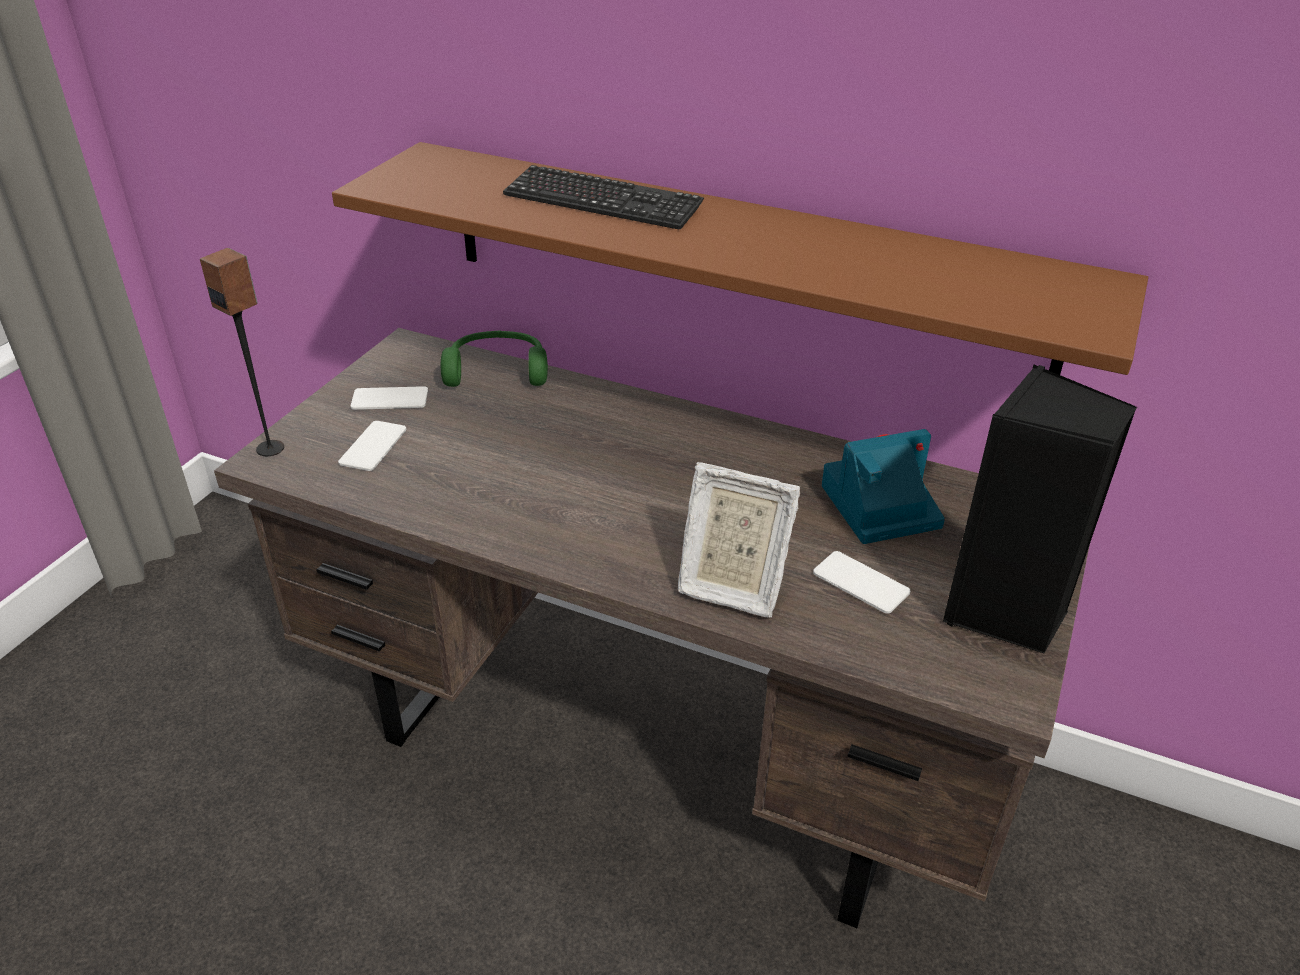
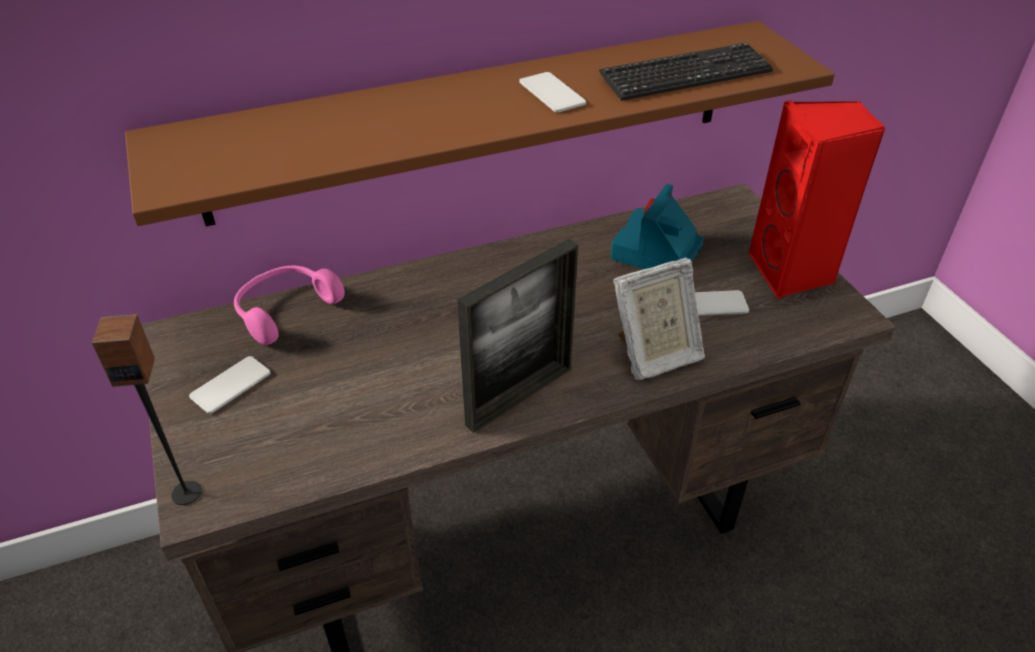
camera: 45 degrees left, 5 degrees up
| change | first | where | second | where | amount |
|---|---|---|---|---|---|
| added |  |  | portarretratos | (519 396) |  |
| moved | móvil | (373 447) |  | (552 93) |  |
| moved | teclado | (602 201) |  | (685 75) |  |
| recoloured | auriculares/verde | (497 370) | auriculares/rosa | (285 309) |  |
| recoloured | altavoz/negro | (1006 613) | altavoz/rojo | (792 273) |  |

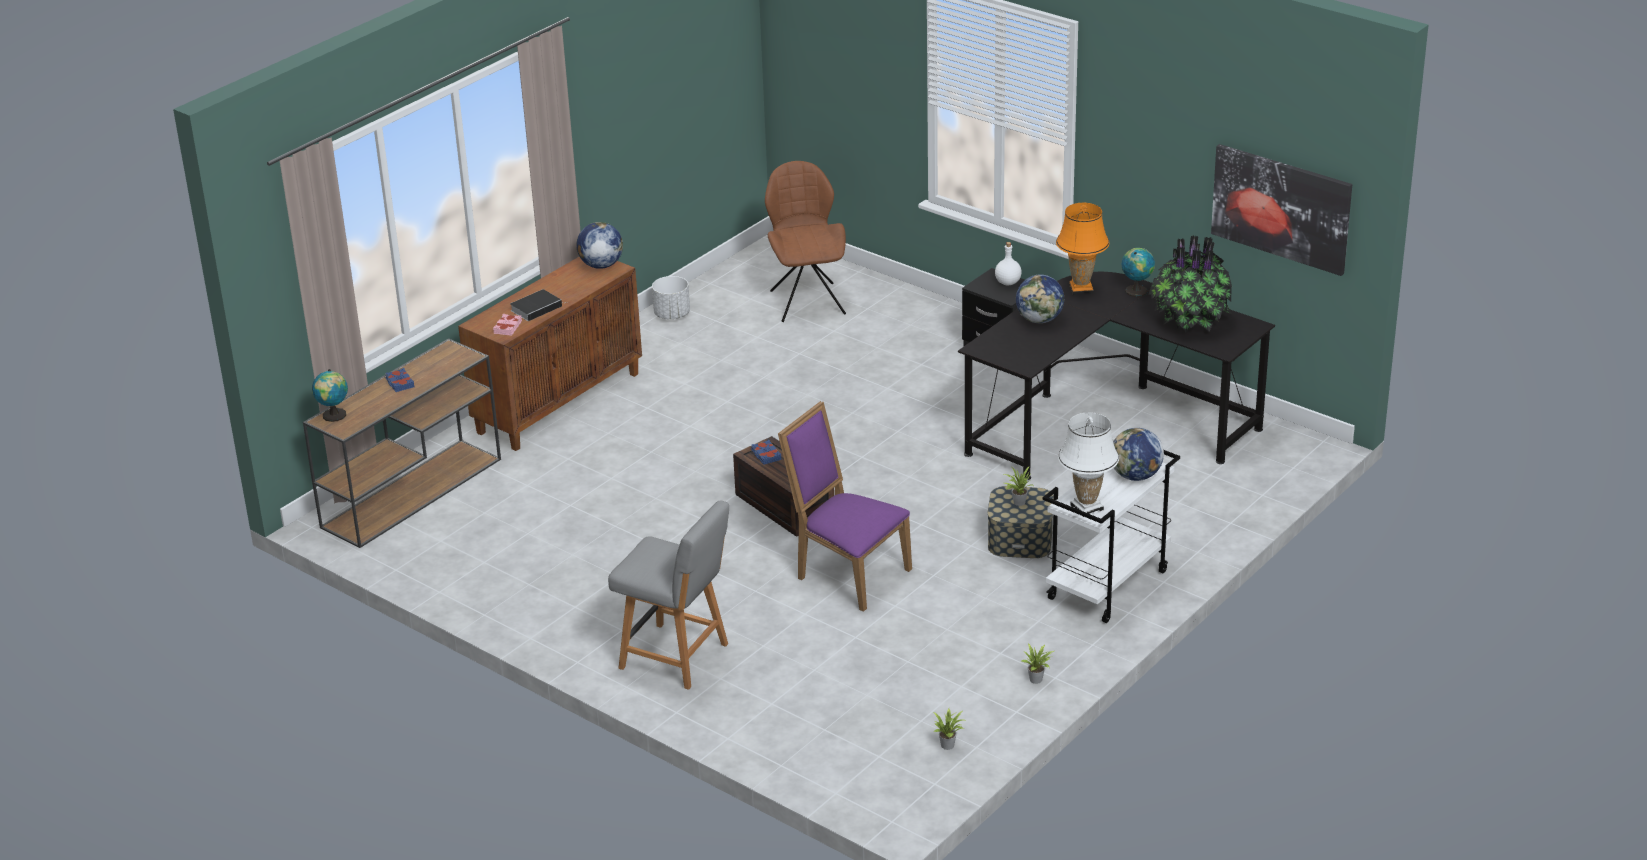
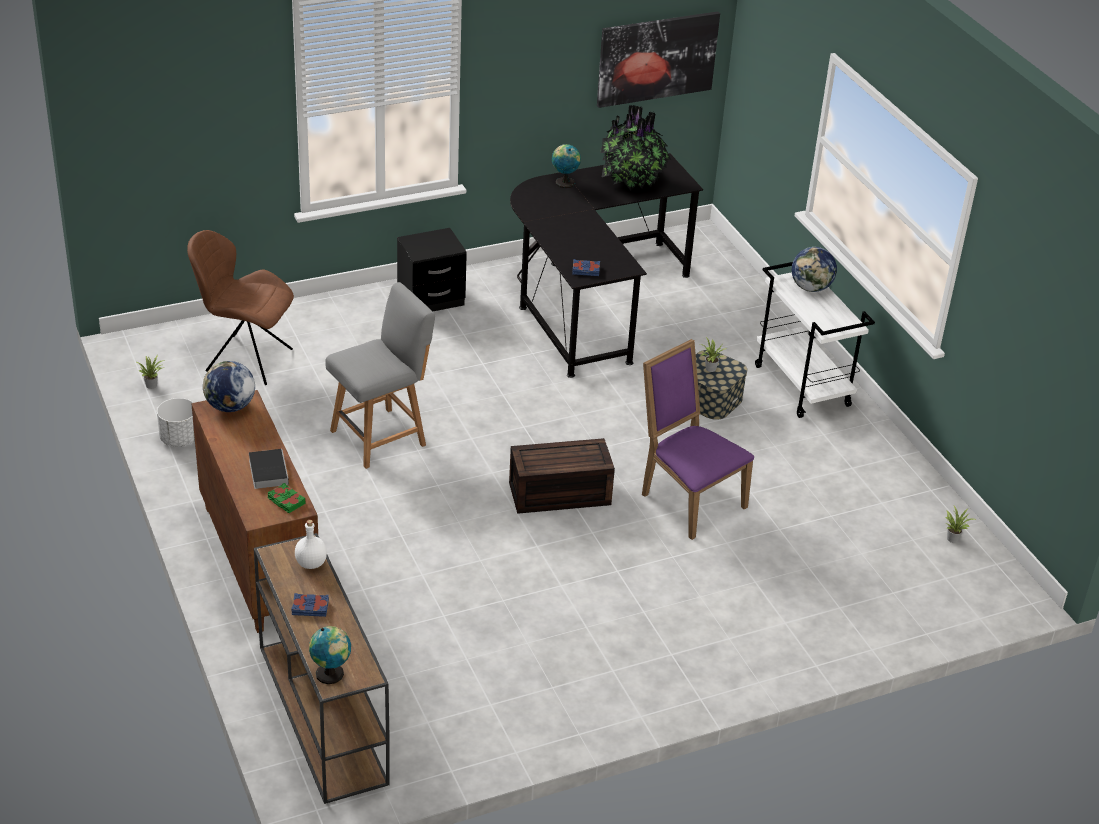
camera: 65 degrees left, 5 degrees up
| change | first | where | second | where | amount |
|---|---|---|---|---|---|
| removed | globo terráqueo | (1040 320) |  |  |  |
| removed | lámpara de mesa/naranja | (1081 289) |  |  |  |
| removed | lámpara de mesa/blanco | (1087 507) |  |  |  |
| moved | silla/gris | (677 657) |  | (381 437) |  |
| moved | libro/azul | (766 455) |  | (586 270) |  |
| moved | botella/blanco | (1008 283) |  | (311 563) |  |
| moved | planta en maceta | (1037 680) |  | (152 385) |  |
| recoloured | libro/rosa | (507 327) | libro/verde | (286 501) |  |
| turned | silla/morado | (847 573) |  | (687 499) | 75 degrees clockwise |

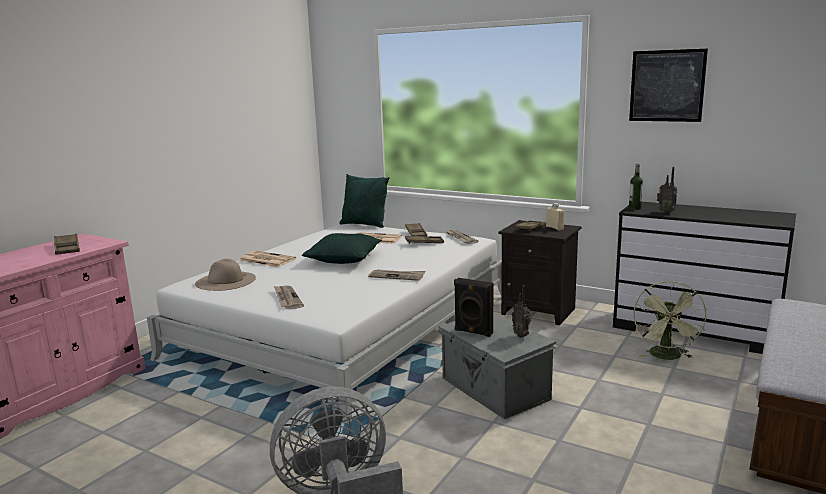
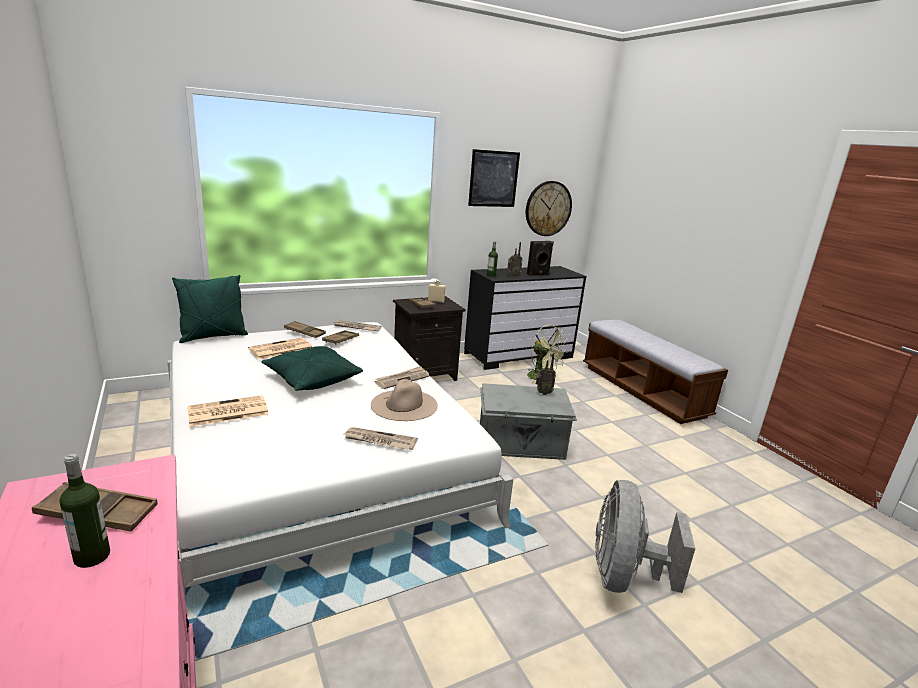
camera: 60 degrees left, 5 degrees up
| change | first | where | second | where | amount |
|---|---|---|---|---|---|
| added |  |  | botella | (92 556) |  |
| added |  |  | reloj de pared | (548 208) |  |
| moved | sombrero/beis | (225 281) |  | (404 405) |  |
| moved | altavoz/negro | (473 332) |  | (538 274) |  |

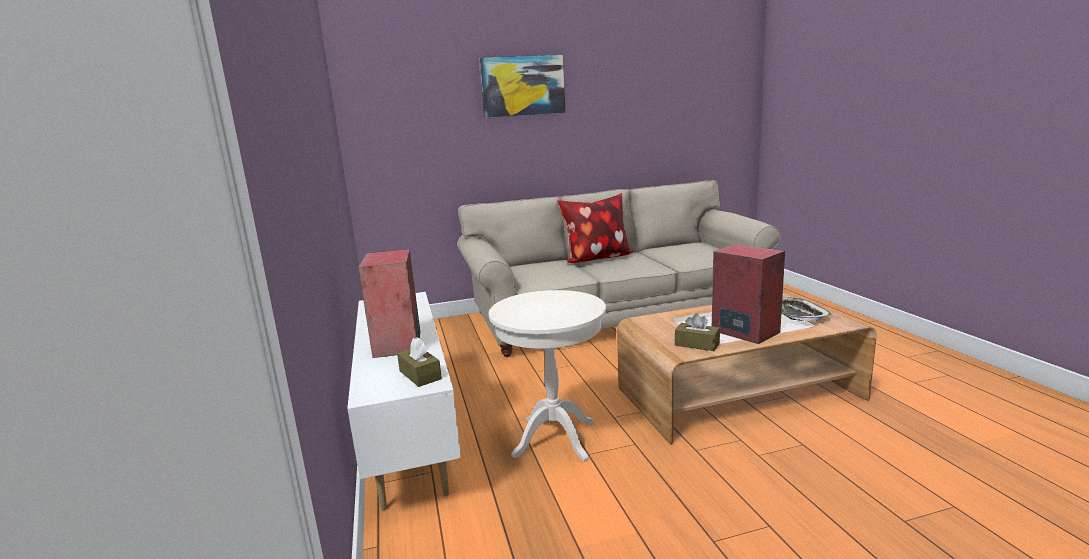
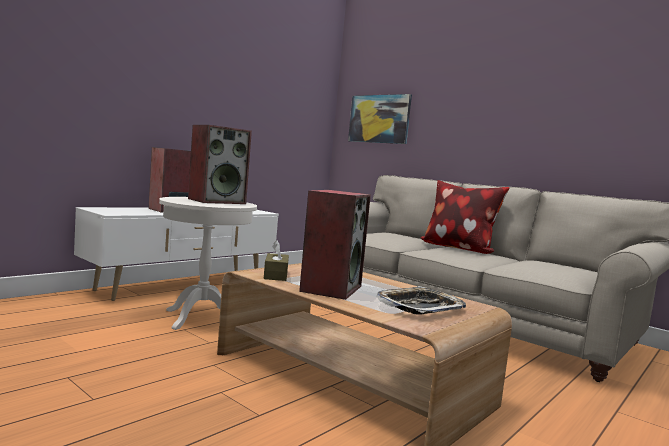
camera: 55 degrees right, 10 degrees down
| change | first | where | second | where | amount |
|---|---|---|---|---|---|
| removed | caja de pañuelos/marrón | (420 375) |  |  |  |
| added |  |  | altavoz | (217 201) |  |
| moved | cuadro | (522 86) |  | (379 119) |  |

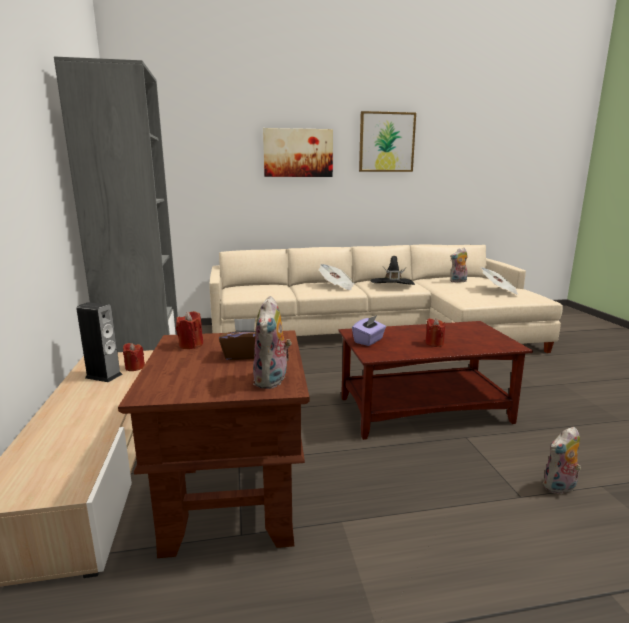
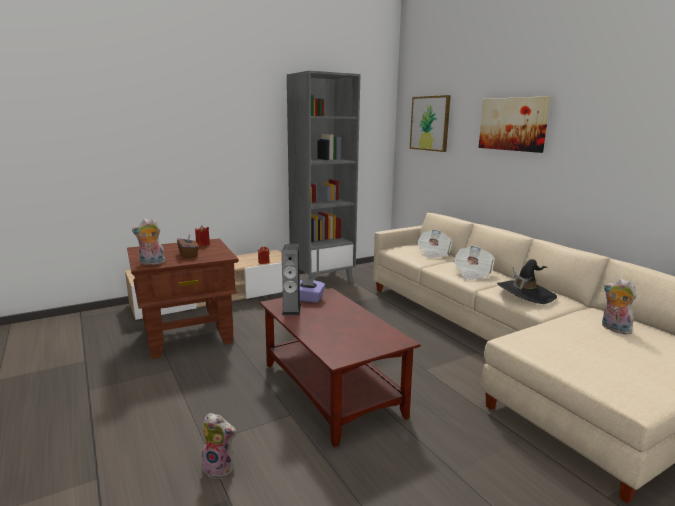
camera: 70 degrees right, 0 degrees up
| change | first | where | second | where | amount |
|---|---|---|---|---|---|
| removed | vela/rojo | (434 343) |  |  |  |
| moved | altavoz | (103 376) |  | (291 309) |  |
| moved | cuadro | (386 142) |  | (430 123) |  |
| moved | periódico | (498 291) |  | (433 253) |  |
| turned | peluche | (560 488) |  | (220 468) | 150 degrees clockwise |

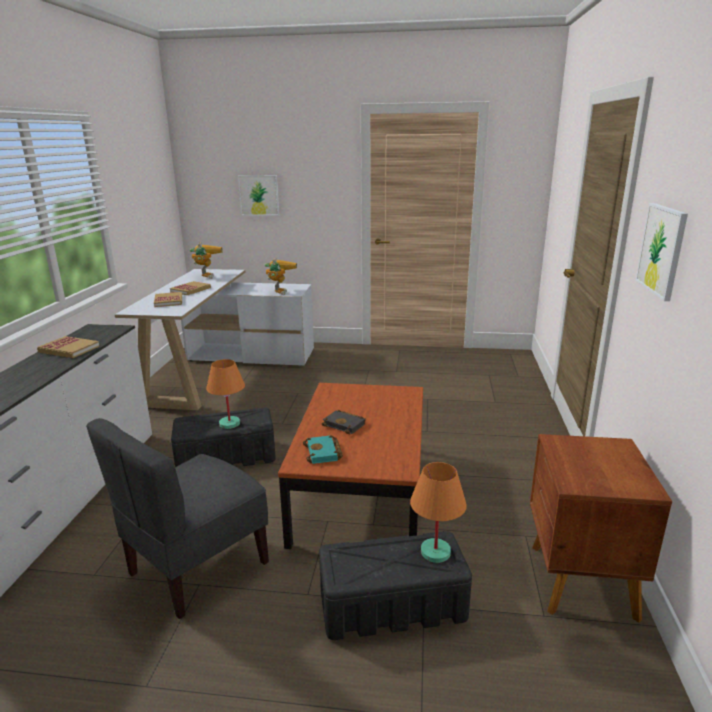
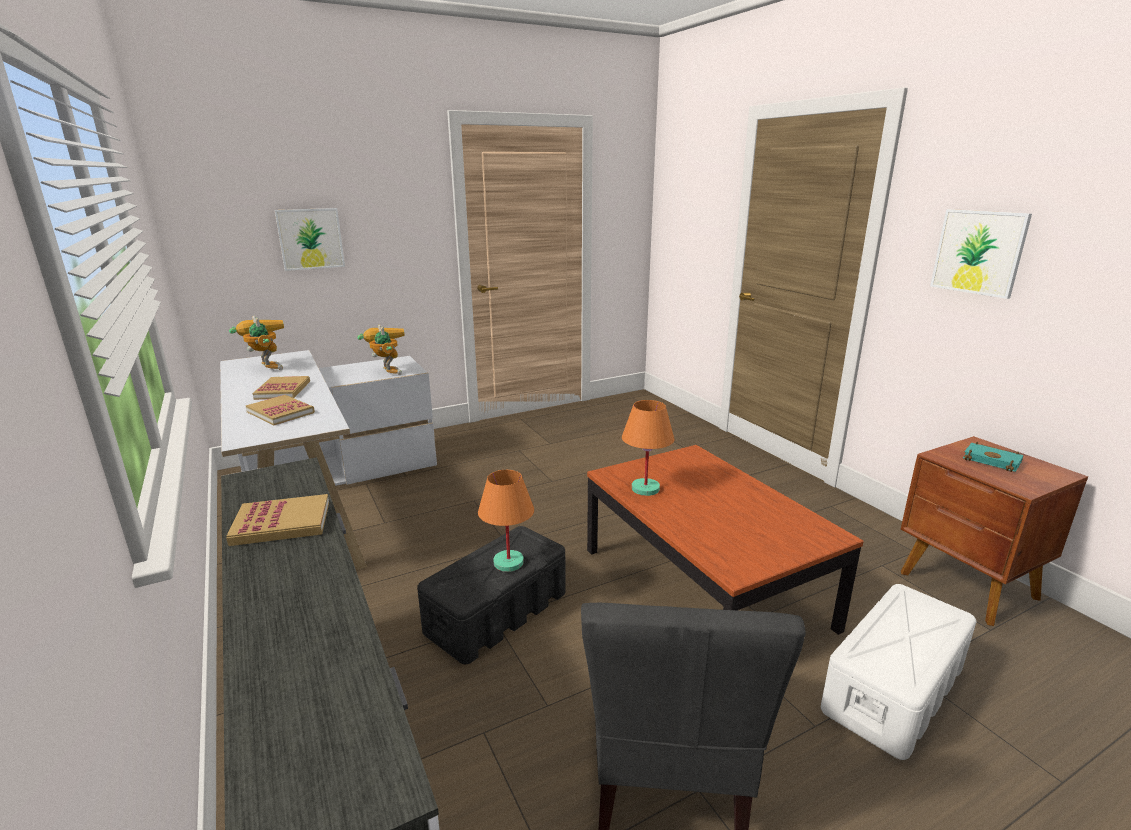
camera: 35 degrees left, 0 degrees up
| change | first | where | second | where | amount |
|---|---|---|---|---|---|
| removed | libro/negro | (345 425) |  |  |  |
| moved | libro/turquesa | (324 453) |  | (993 460) |  |
| moved | lámpara de mesa/naranja | (435 551) |  | (645 488) |  |
| recoloured | caja de almacenaje/negro | (391 605) | caja de almacenaje/blanco | (892 690) |  |

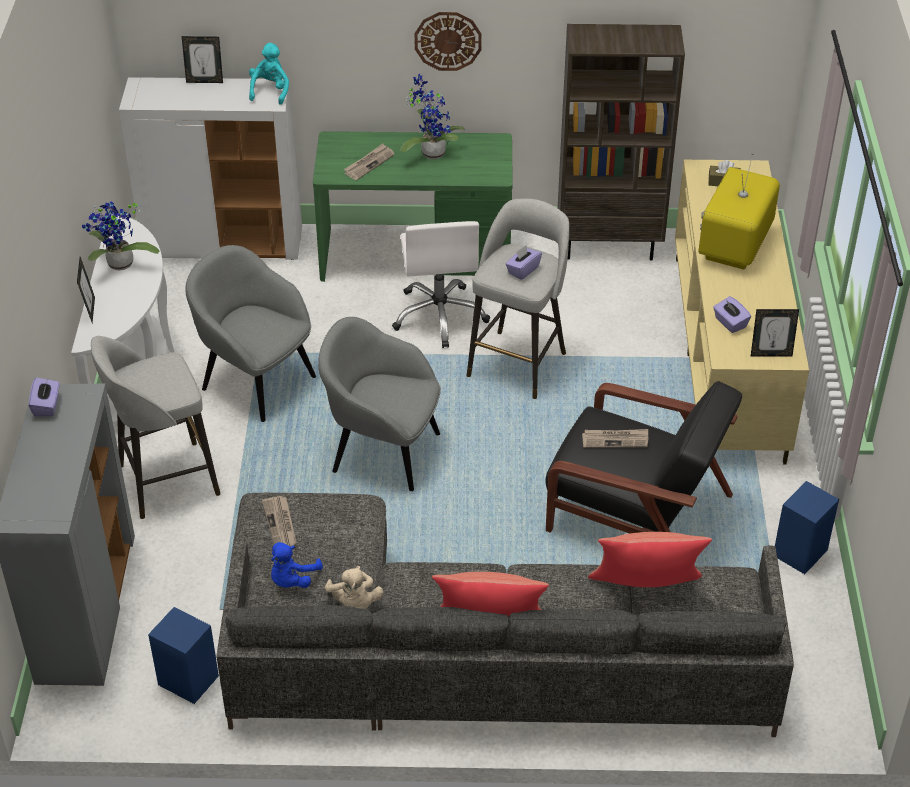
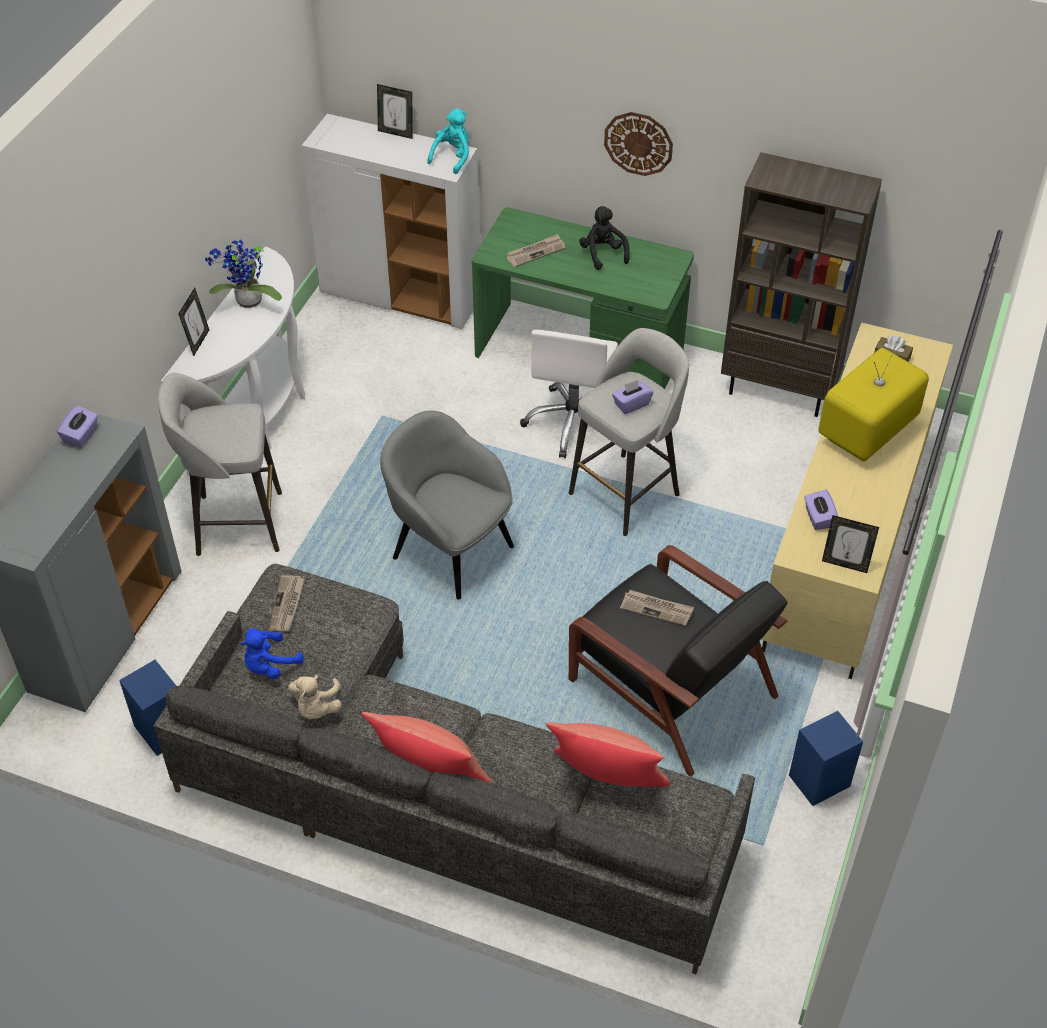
camera: 20 degrees right, 5 degrees up
| change | first | where | second | where | amount |
|---|---|---|---|---|---|
| removed | sillón/gris | (256 381) |  |  |  |
| replaced | planta en maceta | (431 152) | peluche/negro | (603 254) |  |

